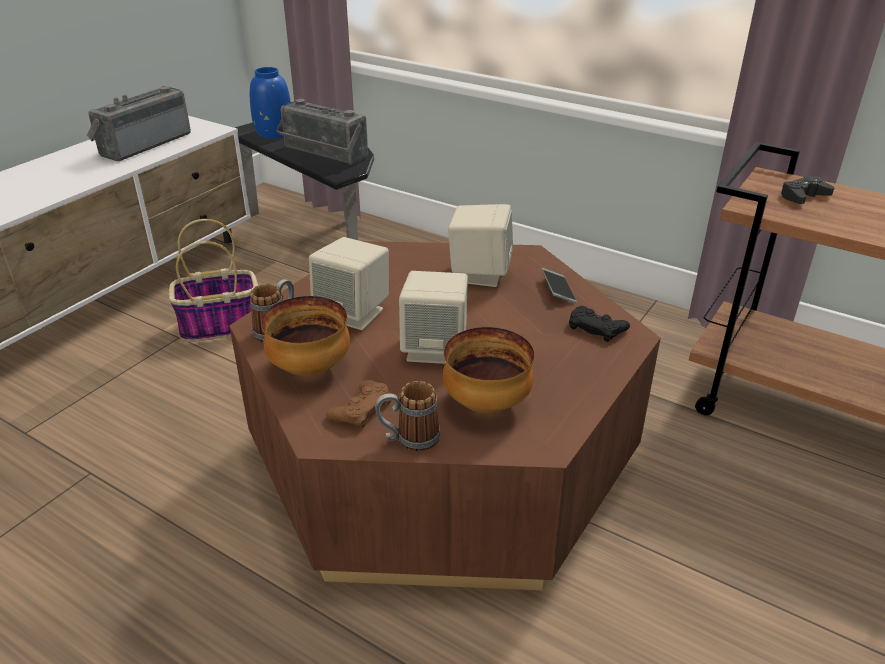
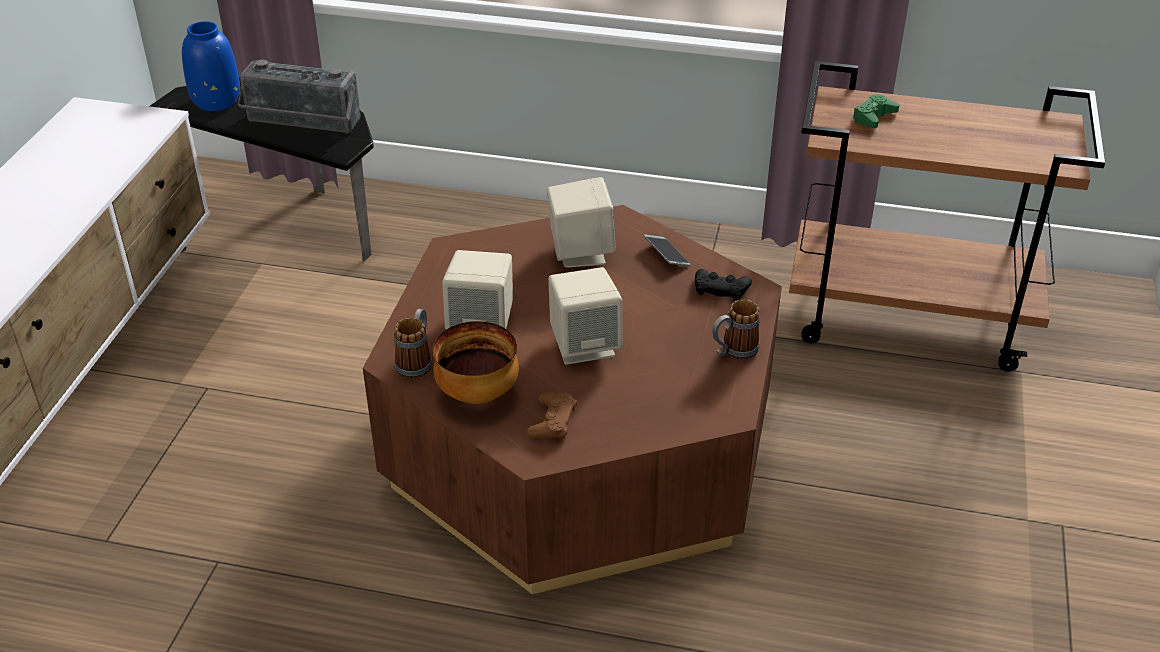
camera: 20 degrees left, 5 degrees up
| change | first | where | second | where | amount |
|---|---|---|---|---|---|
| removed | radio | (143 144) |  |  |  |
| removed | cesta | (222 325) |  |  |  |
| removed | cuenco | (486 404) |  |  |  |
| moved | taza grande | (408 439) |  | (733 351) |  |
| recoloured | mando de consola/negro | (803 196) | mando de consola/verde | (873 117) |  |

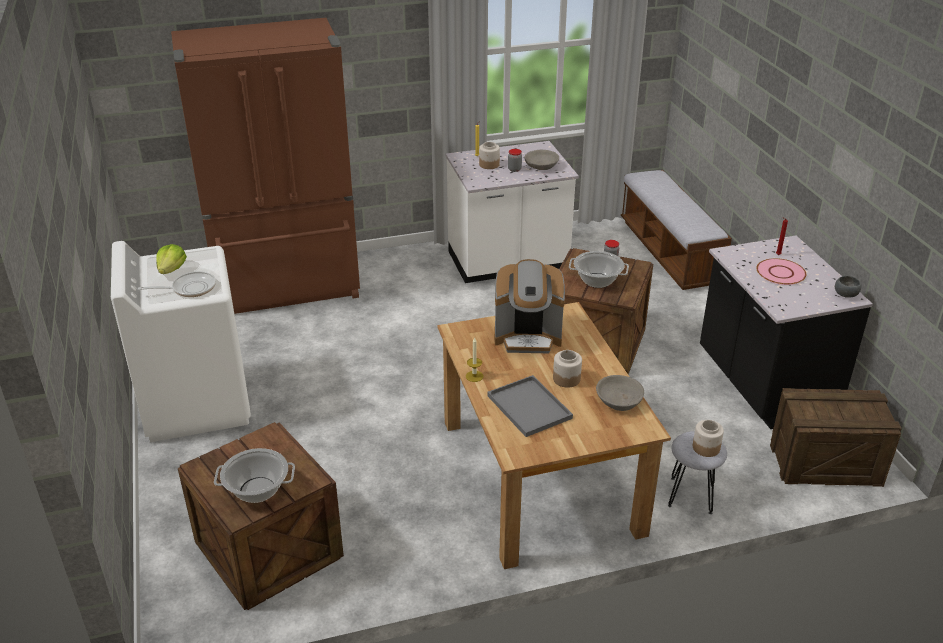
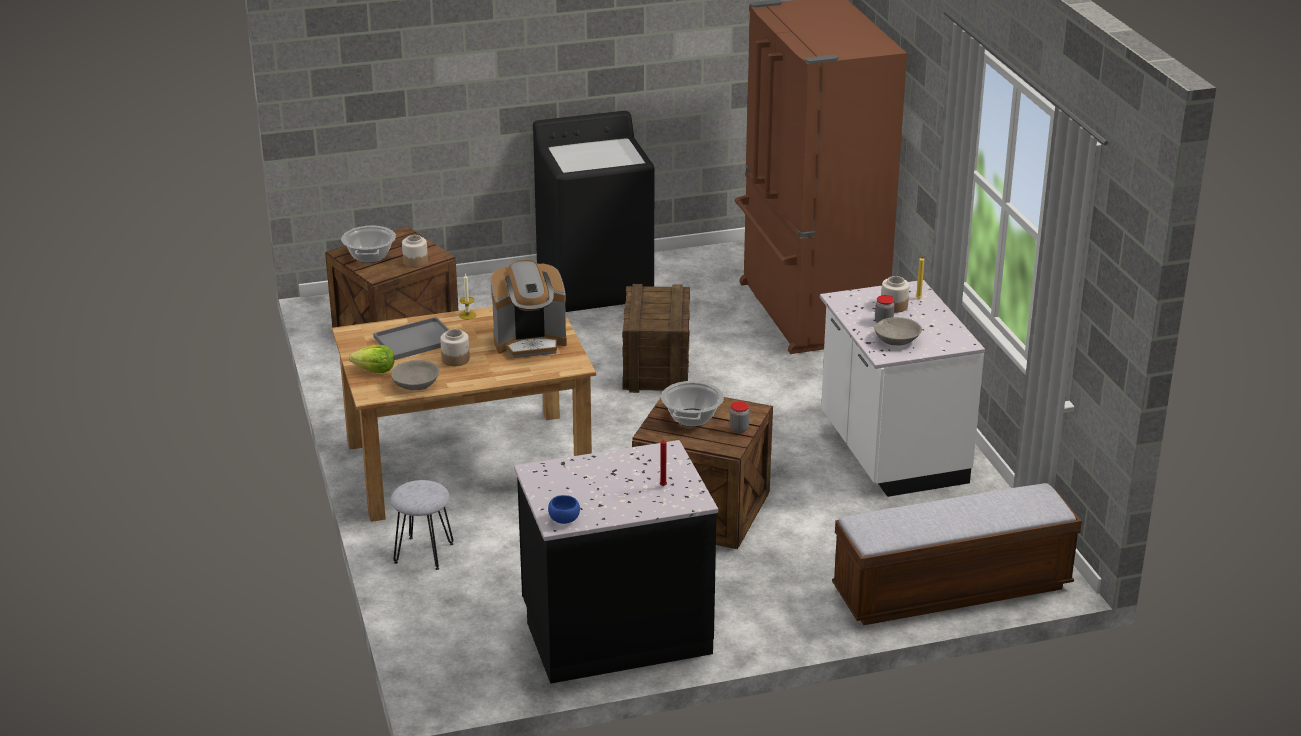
camera: 90 degrees right, 5 degrees down
| change | first | where | second | where | amount |
|---|---|---|---|---|---|
| removed | sartén | (190 288) |  |  |  |
| removed | plato/rosa | (781 273) |  |  |  |
| moved | lechuga | (172 269) |  | (375 370) |  |
| moved | tarro | (705 448) |  | (415 262) |  |
| moved | caja de embalaje | (825 463) |  | (656 368) |  |
| recoloured | lavadora/blanco | (196 403) | lavadora/negro | (596 285) |  |
| recoloured | cuenco/gris | (846 295) | cuenco/azul | (563 520) |  |
| turned | cafetera | (528 337) |  | (530 342) | 105 degrees counterclockwise |

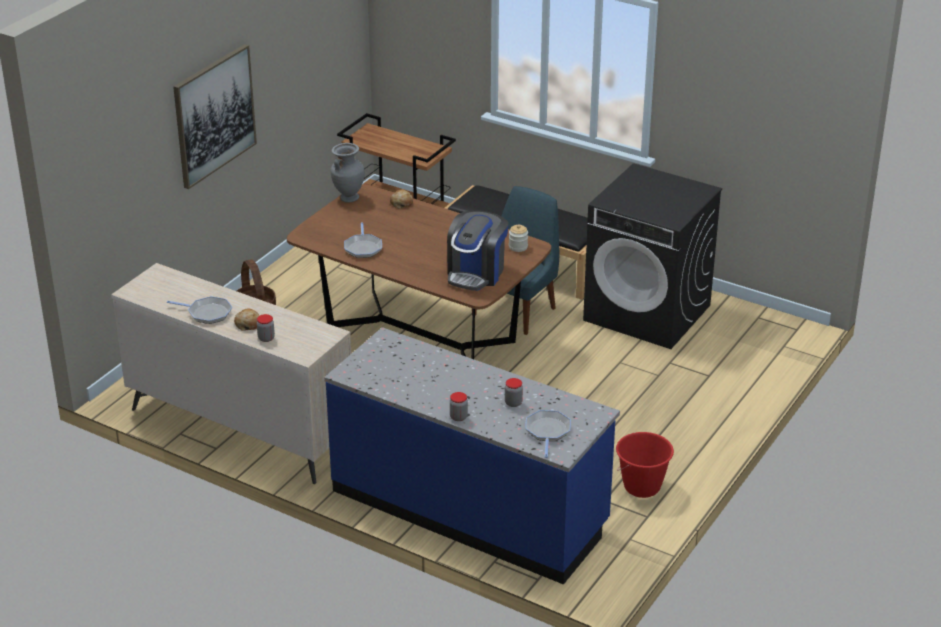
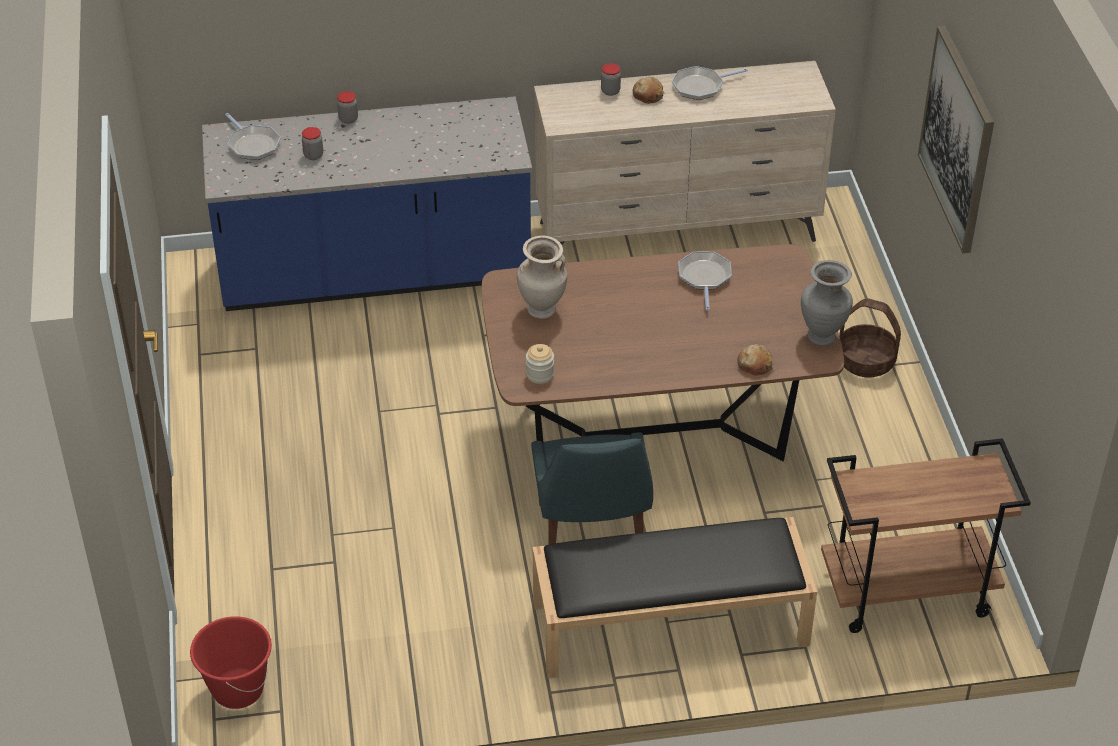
camera: 140 degrees right, 10 degrees up
| change | first | where | second | where | amount |
|---|---|---|---|---|---|
| removed | lavadora/negro | (648 313) |  |  |  |
| moved | cubo/rojo | (642 487) |  | (237 689) |  |
| replaced | cafetera | (476 273) | florero/beis | (541 311) |  |
| turned | sartén | (363 248) |  | (704 278) | 45 degrees clockwise |

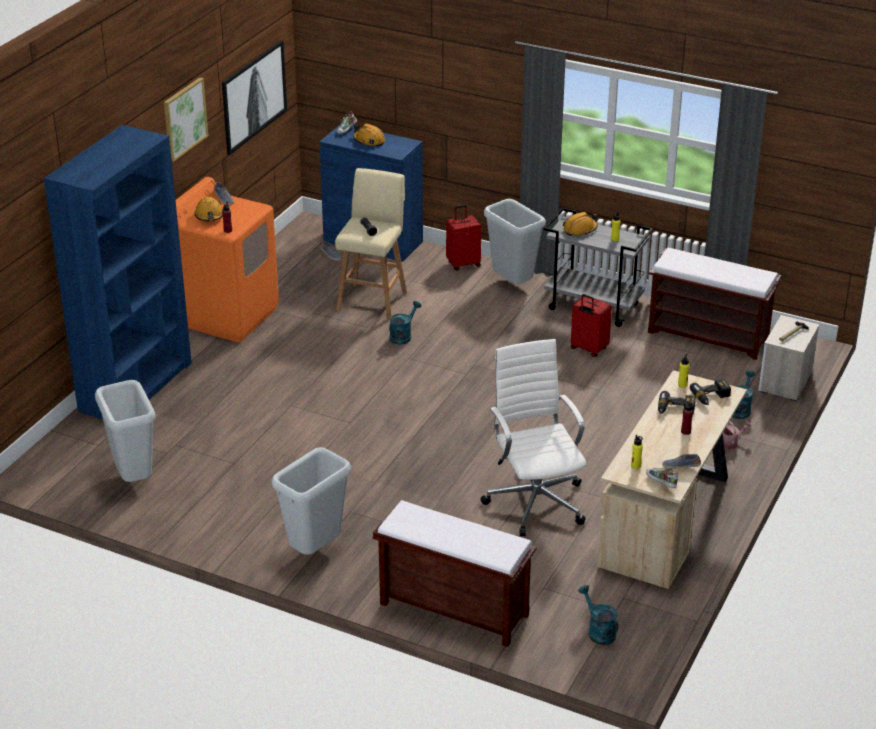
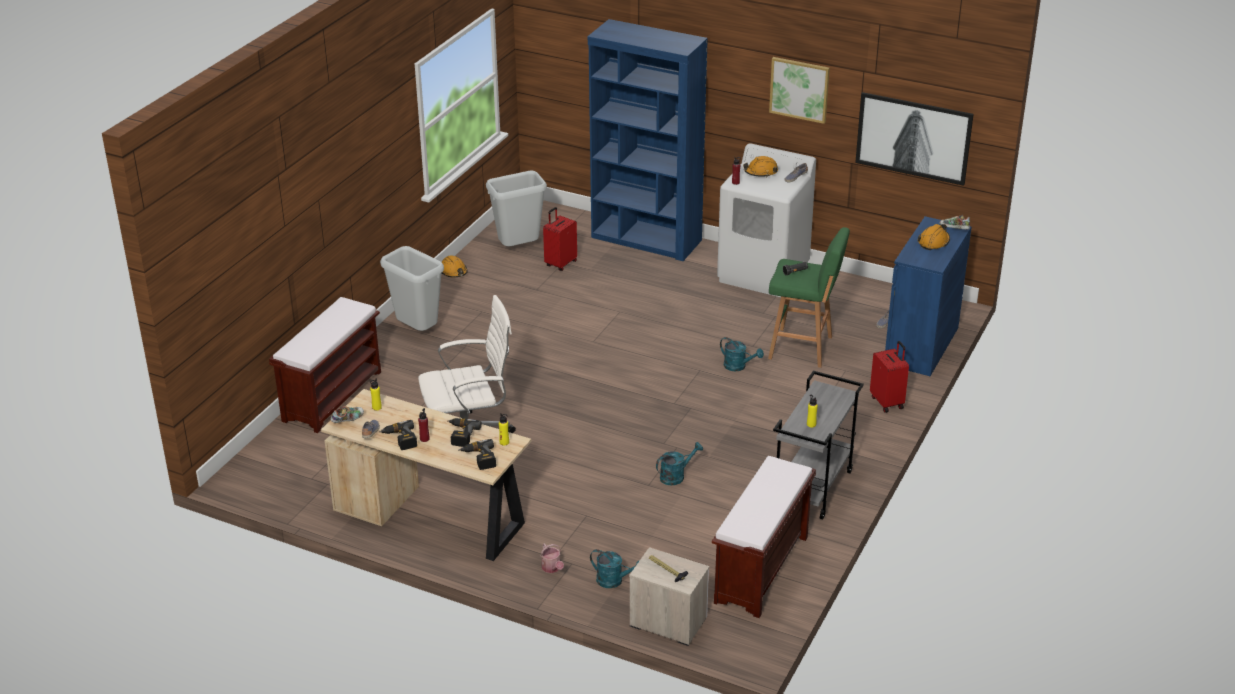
camera: 90 degrees right, 0 degrees up
| change | first | where | second | where | amount |
|---|---|---|---|---|---|
| removed | papelera/gris | (511 284) |  |  |  |
| added |  |  | taladro | (400 439) |  |
| moved | casco/naranja | (580 229) |  | (454 272) |  |
| moved | maleta/rojo | (588 349) |  | (560 263) |  |
| moved | regadera/turquesa | (598 631) |  | (676 476) |  |
| recoloured | lavadora/naranja | (227 315) | lavadora/blanco | (763 273) |  |
| recoloured | taburete/beis | (372 300) | taburete/verde | (803 348) |  |

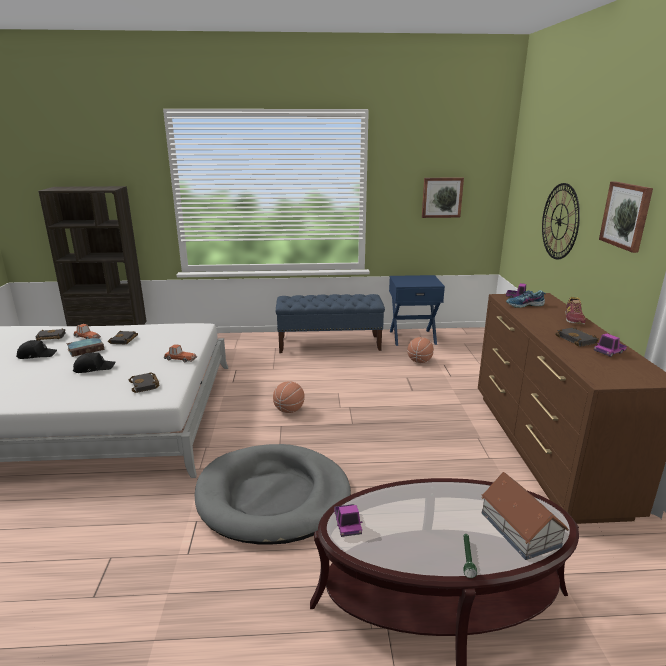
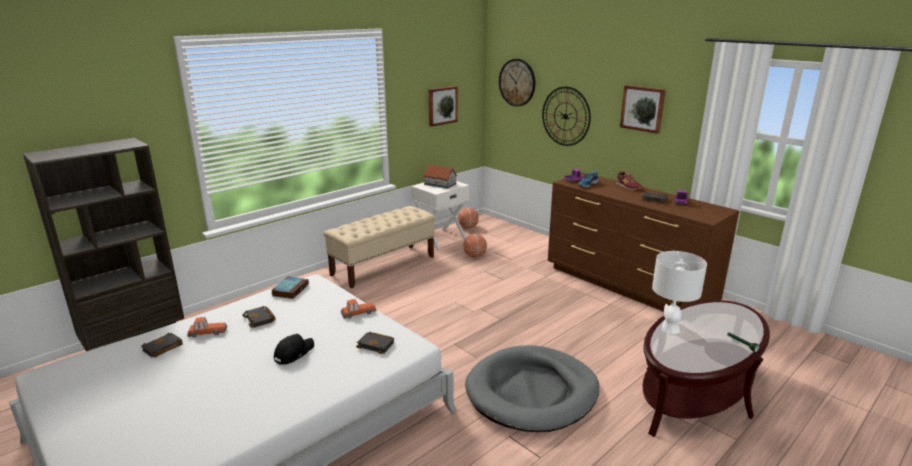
camera: 40 degrees left, 0 degrees up
| change | first | where | second | where | amount |
|---|---|---|---|---|---|
| removed | gorra/negro | (37 355) |  |  |  |
| removed | camión de juguete | (347 524) |  |  |  |
| added |  |  | reloj de pared | (517 82) |  |
| added |  |  | lámpara de mesa/blanco | (670 328) |  |
| moved | libro | (86 349) |  | (290 290) |  |
| moved | balón de baloncesto | (289 410) |  | (468 227) |  |
| moved | casita | (520 529) |  | (440 184) |  |
| recoloured | banco/azul | (330 344) | banco/beis | (383 265) |  |
| recoloured | mesita de noche/azul | (412 337) | mesita de noche/blanco | (440 238) |  |

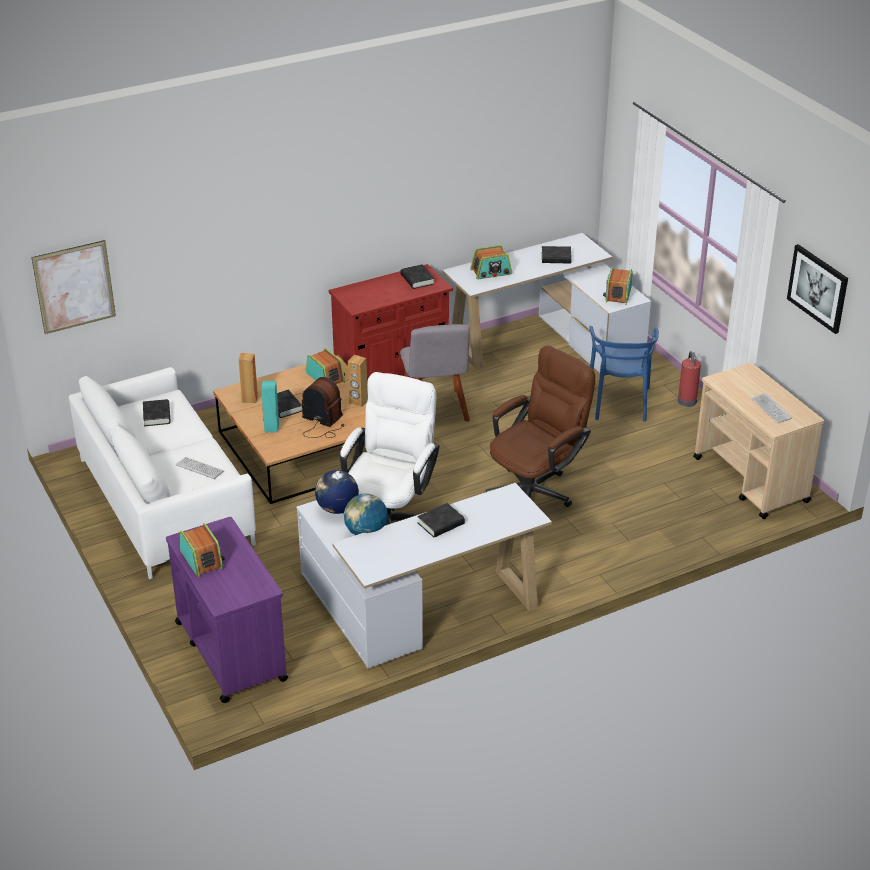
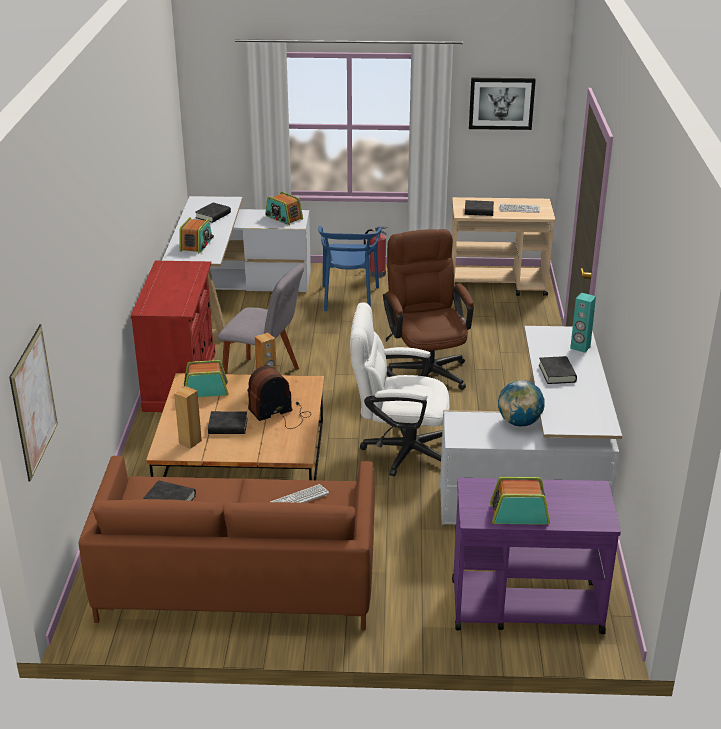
camera: 60 degrees left, 5 degrees down
| change | first | where | second | where | amount |
|---|---|---|---|---|---|
| removed | globo terráqueo | (337 509) |  |  |  |
| moved | altavoz/turquesa | (271 428) |  | (580 347) |  |
| moved | libro/negro | (417 279) |  | (479 211) |  |
| recoloured | sofá/blanco | (166 500) | sofá/marrón | (238 578) |  |
| turned | silla de oficina/blanco | (390 518) |  | (399 450) | 45 degrees counterclockwise |
| turned | silla/azul | (619 403) |  | (349 298) | 60 degrees clockwise |

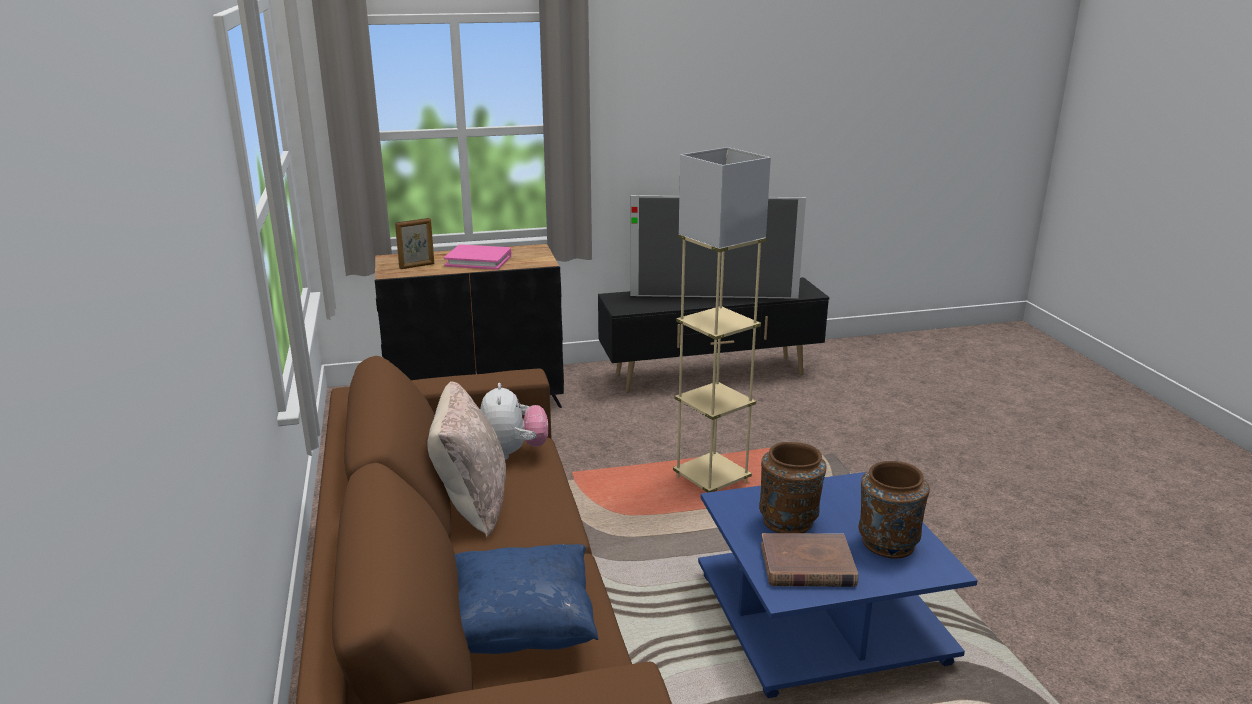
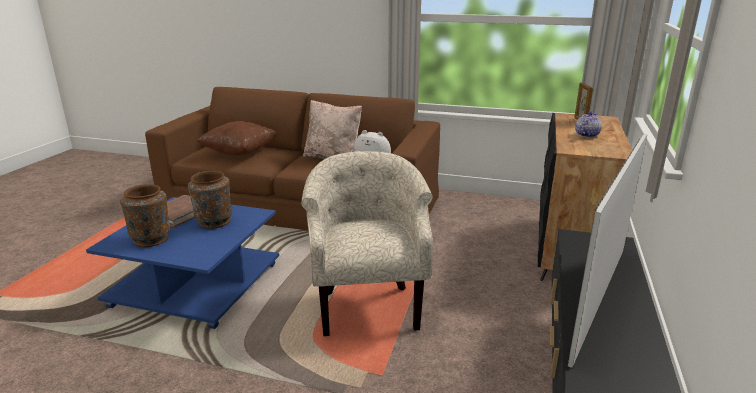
camera: 120 degrees right, 0 degrees up
| change | first | where | second | where | amount |
|---|---|---|---|---|---|
| replaced | libro/rosa | (478 260) | tetera | (586 135) |  |
| replaced | lámpara de pie/beis | (711 480) | sillón/beis | (367 306) |  |
| recoloured | cojín/azul | (521 629) | cojín/marrón | (240 152) |  |

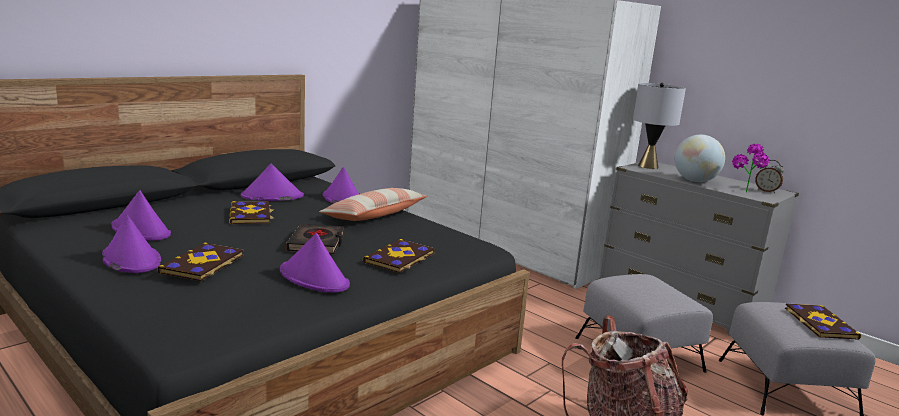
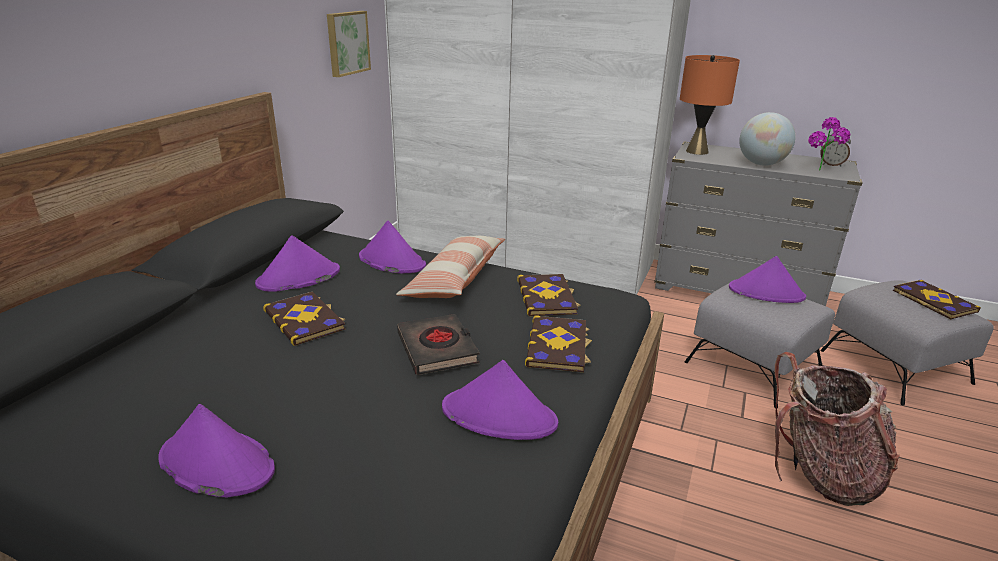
camera: 20 degrees left, 10 degrees up
| change | first | where | second | where | amount |
|---|---|---|---|---|---|
| added |  |  | cuadro | (347 43) |  |
| moved | sombrero/morado | (141 230) |  | (766 293) |  |
| moved | libro | (203 264) |  | (547 297) |  |
| recoloured | lámpara de mesa/gris | (648 166) | lámpara de mesa/naranja | (697 151) |  |

